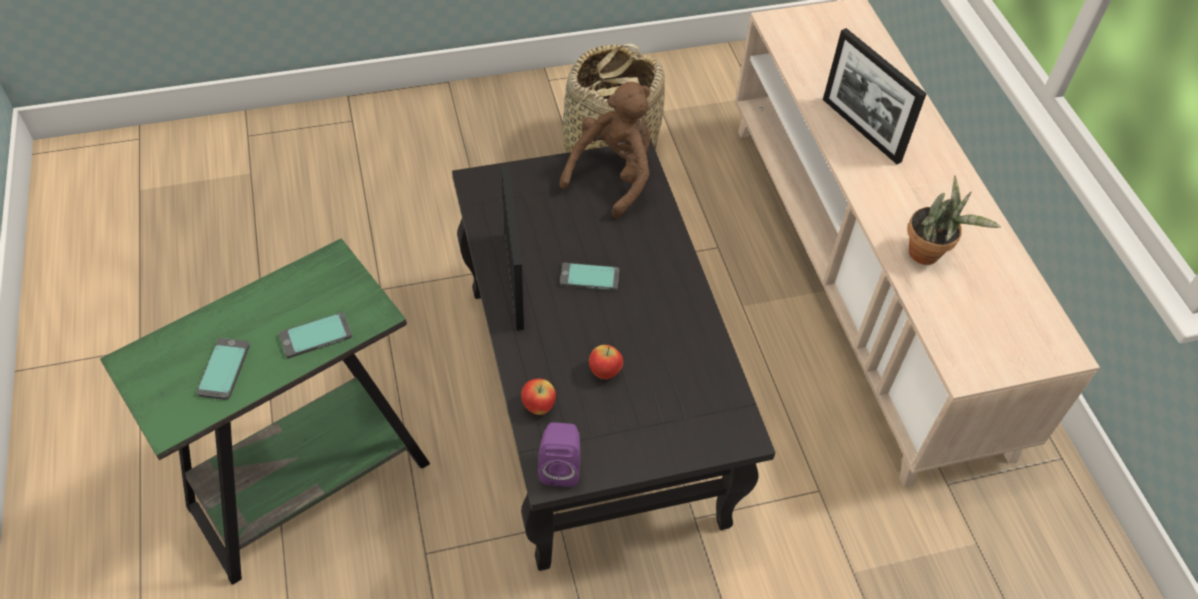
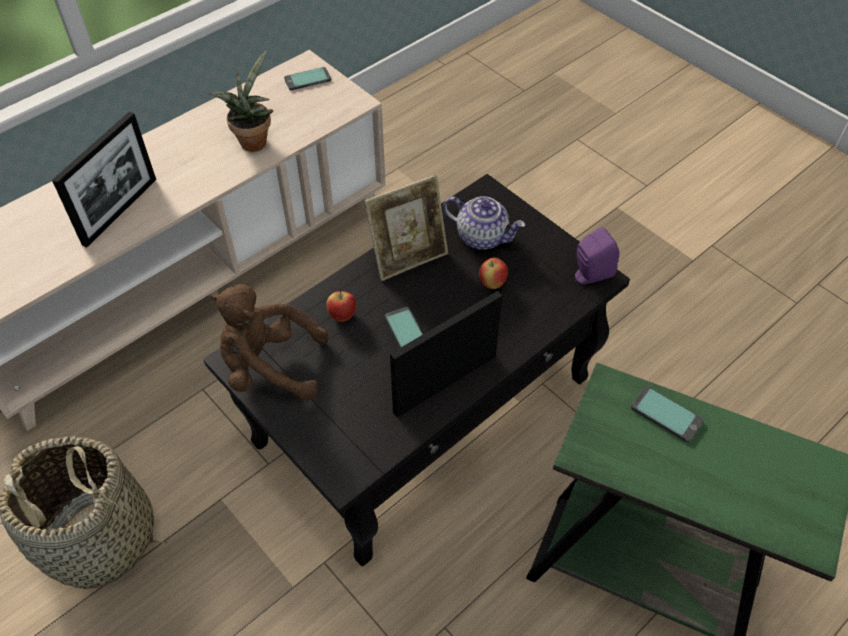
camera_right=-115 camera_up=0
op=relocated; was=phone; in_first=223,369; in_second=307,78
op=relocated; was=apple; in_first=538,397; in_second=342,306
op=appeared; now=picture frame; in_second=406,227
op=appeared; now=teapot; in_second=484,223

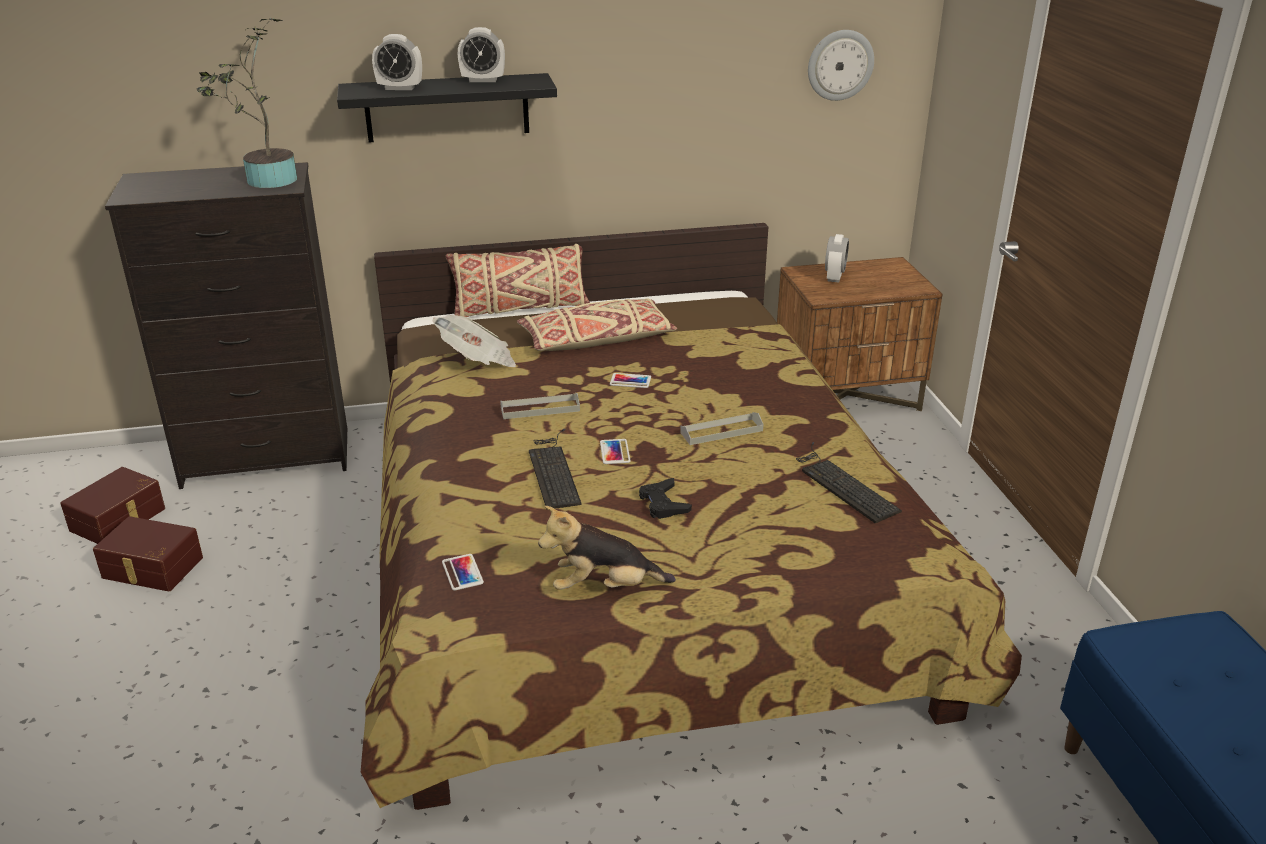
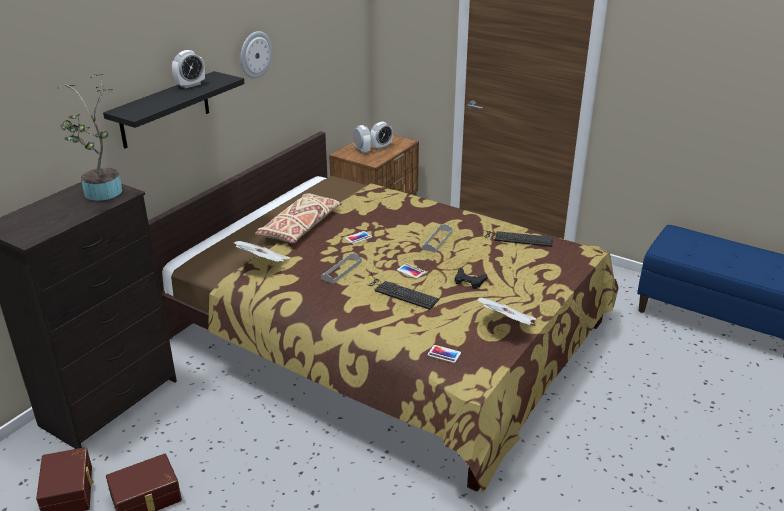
camera_right=-45 camera_up=0
op=relocated; was=alarm clock; in_first=397,62; in_second=382,136
op=missing; was=beige pillow; in_first=518,280
op=exchanged; was=plush toy; now=newspaper; in_first=607,548; in_second=507,311
op=relocated; was=wall clock; in_first=841,65; in_second=256,55

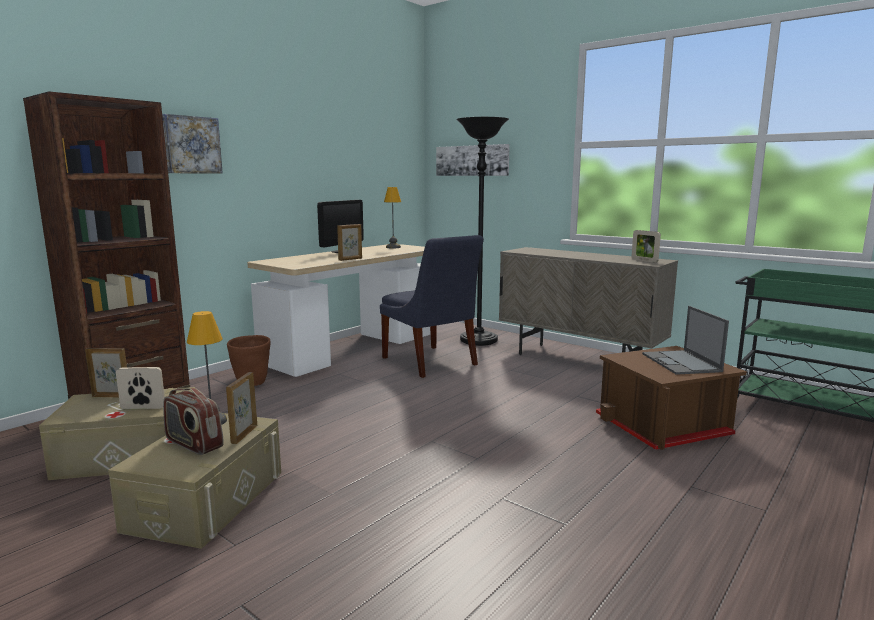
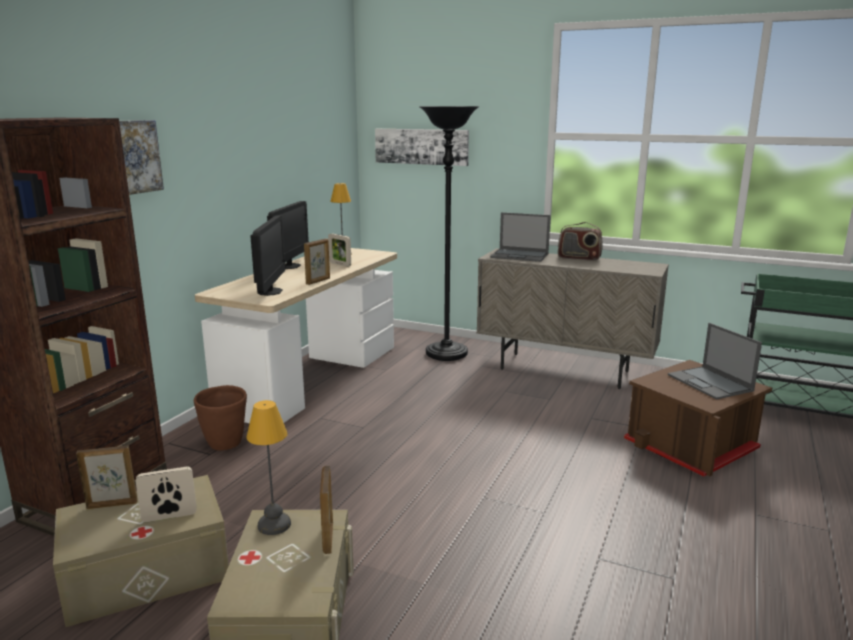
camera_right=-15 camera_up=5
op=relocated; was=radio; in_first=193,421; in_second=580,241
op=missing; was=blue chair; in_first=432,306
op=relocated; was=picture frame; in_first=646,246; in_second=339,250
op=appeared; now=monitor; in_second=267,256
op=appeared; now=laptop; in_second=520,237

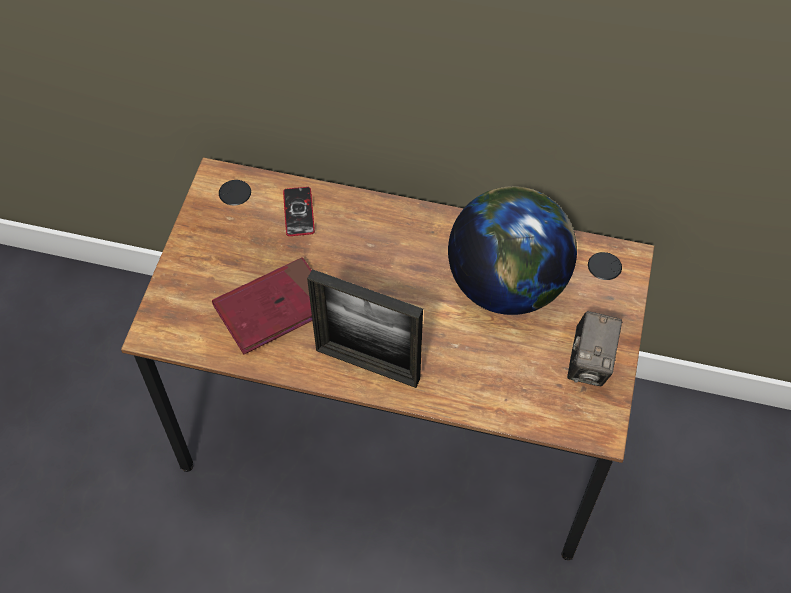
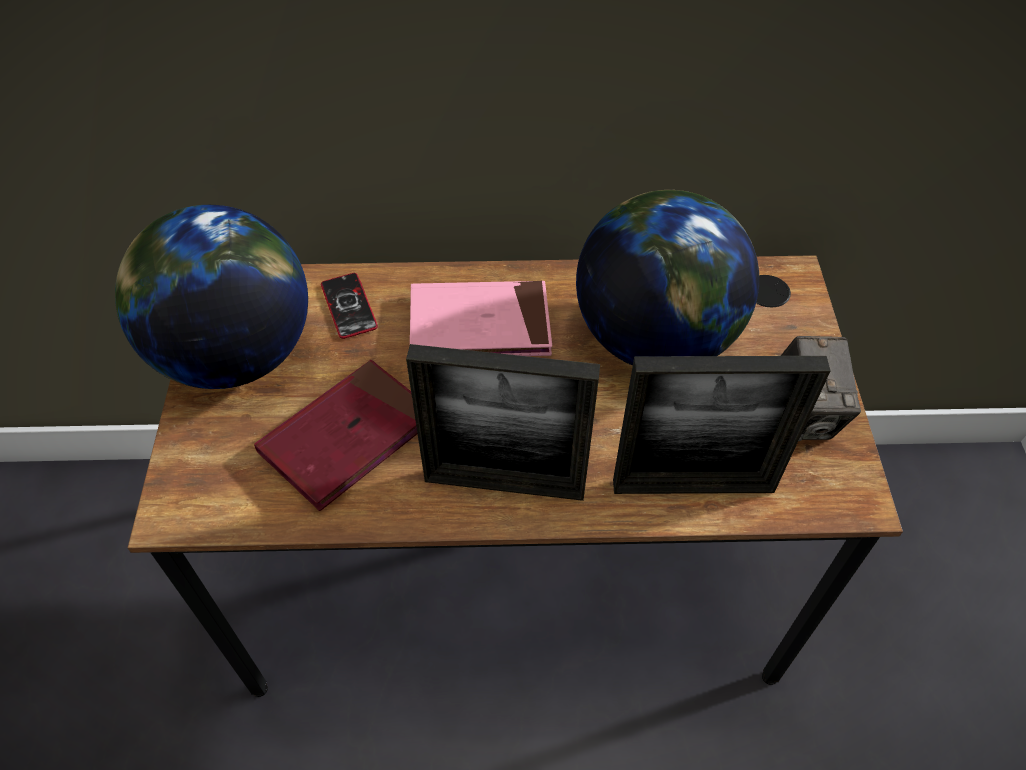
camera_right=-15 camera_up=-5
op=appeared; now=globe; in_second=211,297
op=appeared; now=pink book; in_second=481,318
op=appeared; now=picture frame; in_second=722,425

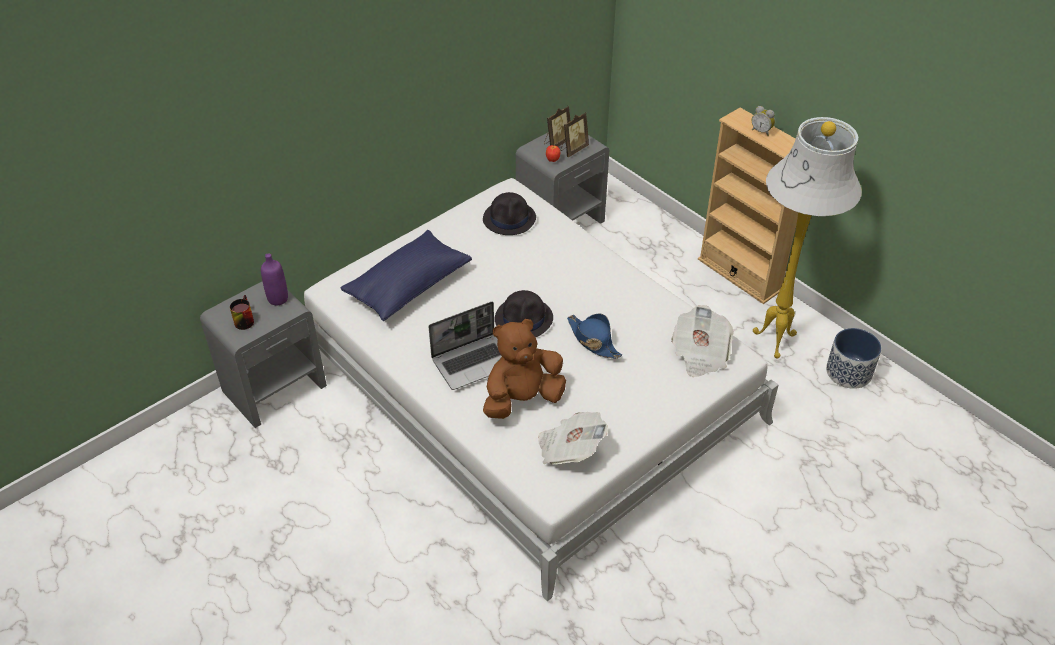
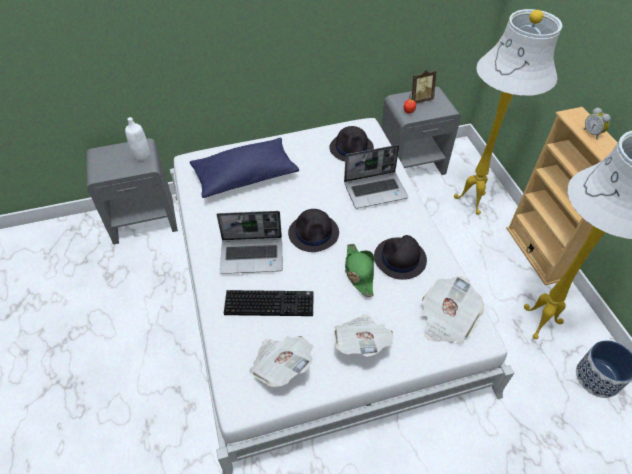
camera_right=25 camera_up=5
op=missing; was=mug; in_first=242,312
op=colour; was=purple bottle; now=white bottle; in_first=274,279; in_second=137,139
op=exchanged; was=brown plush toy; now=keyboard; in_first=524,369; in_second=269,303
op=missing; was=picture frame; in_first=575,134
op=colour; was=blue hat; now=green hat; in_first=594,336; in_second=359,270
op=appeared; now=newspaper; in_second=364,336
op=appeared; now=laptop; in_second=376,176
op=appeared; now=black hat; in_second=400,257
op=appeared; now=white floor lamp; in_second=508,112

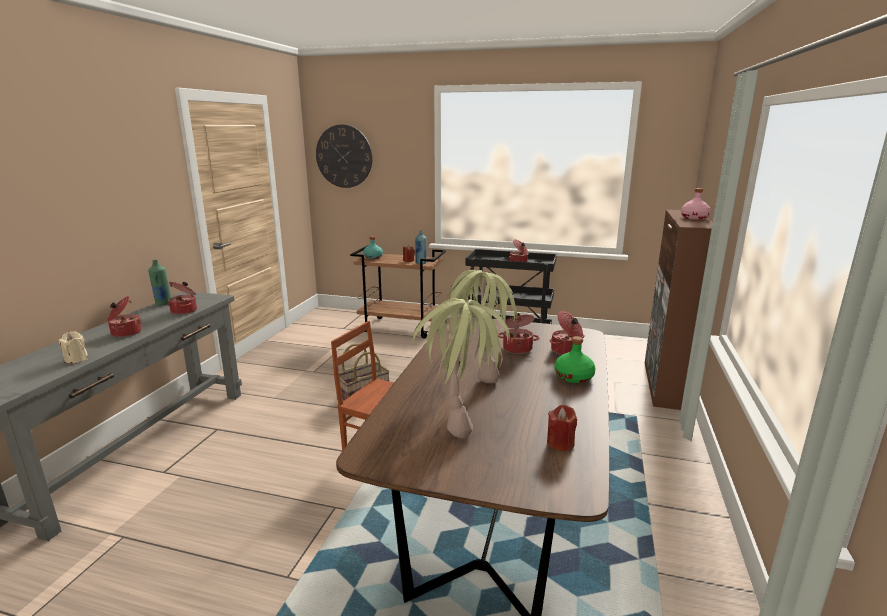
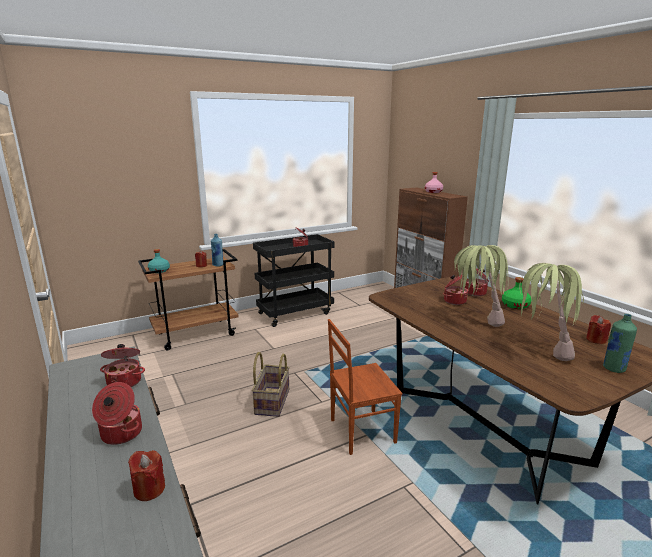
camera_right=-45 camera_up=0
op=colour; was=beige candle; now=red candle; in_first=73,347; in_second=146,475
op=relocated; was=green bottle; in_first=159,283; in_second=620,343
op=missing; was=wall clock; in_first=344,156

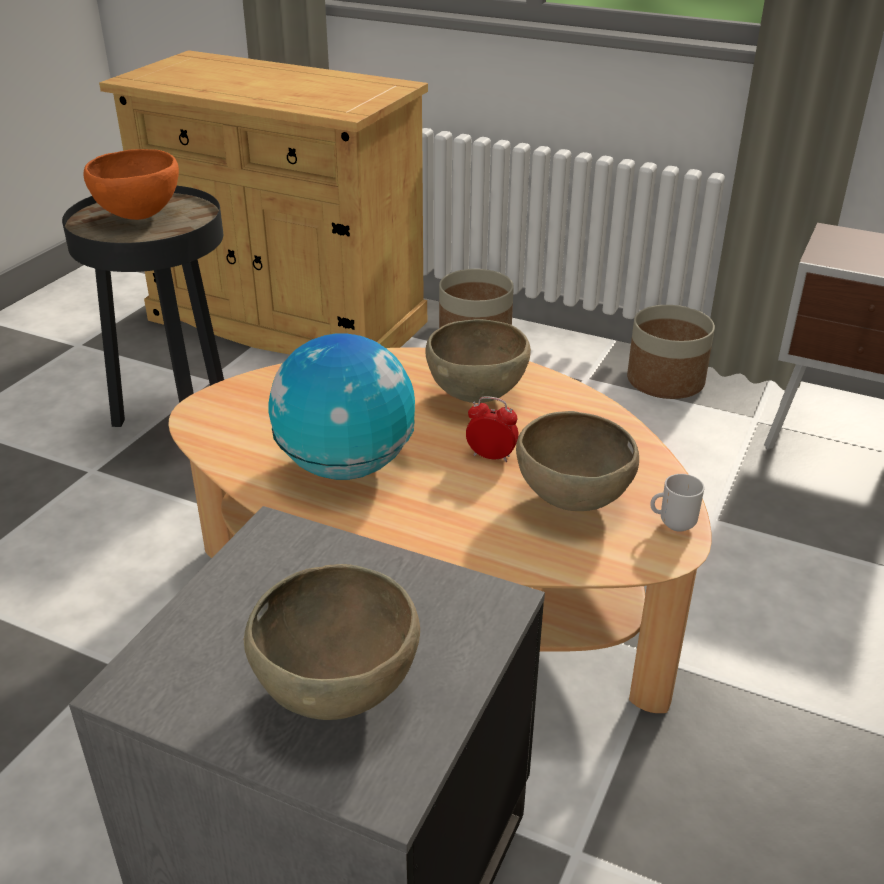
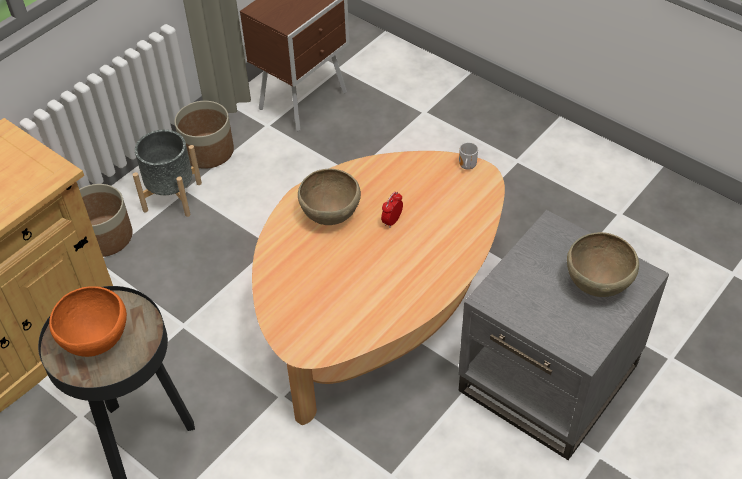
camera_right=-75 camera_up=15
op=missing; was=globe; in_first=341,406
op=missing; was=brown bowl; in_first=577,461
op=appeared; now=grey planter; in_second=167,173

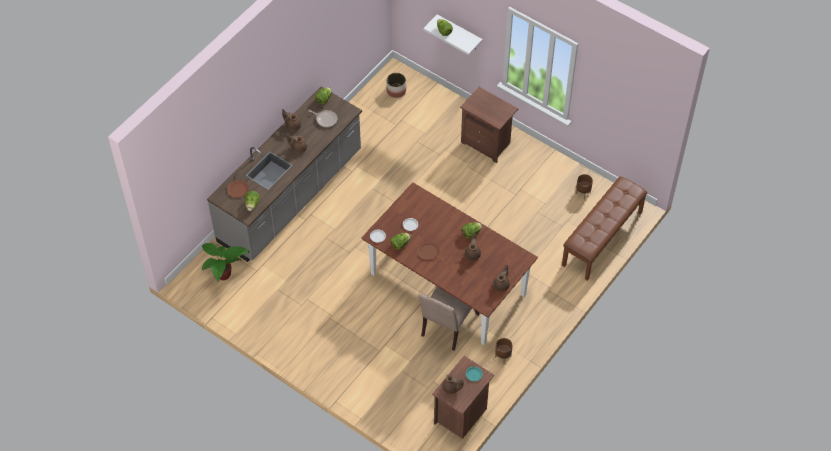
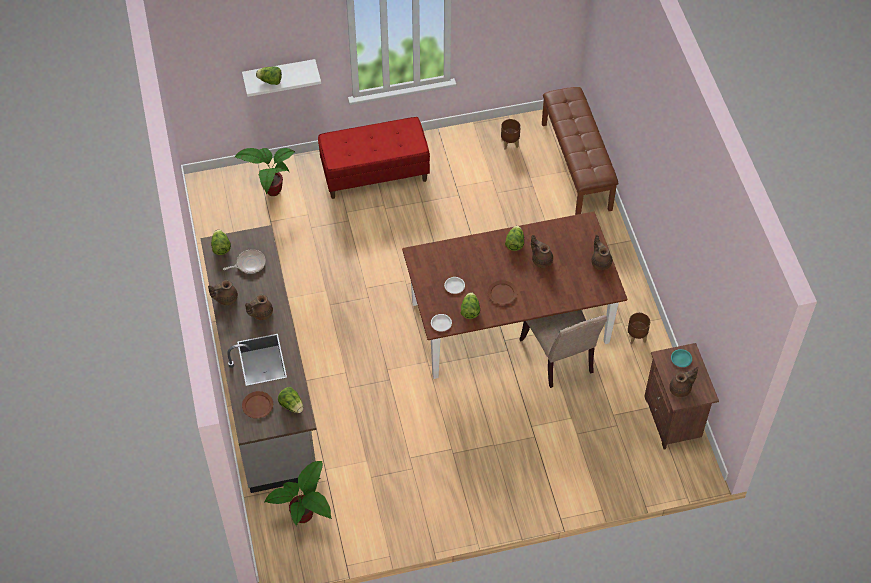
camera_right=-50 camera_up=0
op=missing; was=planter; in_first=396,85
op=exchanged; was=brown nightstand; now=red bench; in_first=489,125; in_second=374,158
op=appeared; now=potted plant; in_second=265,172

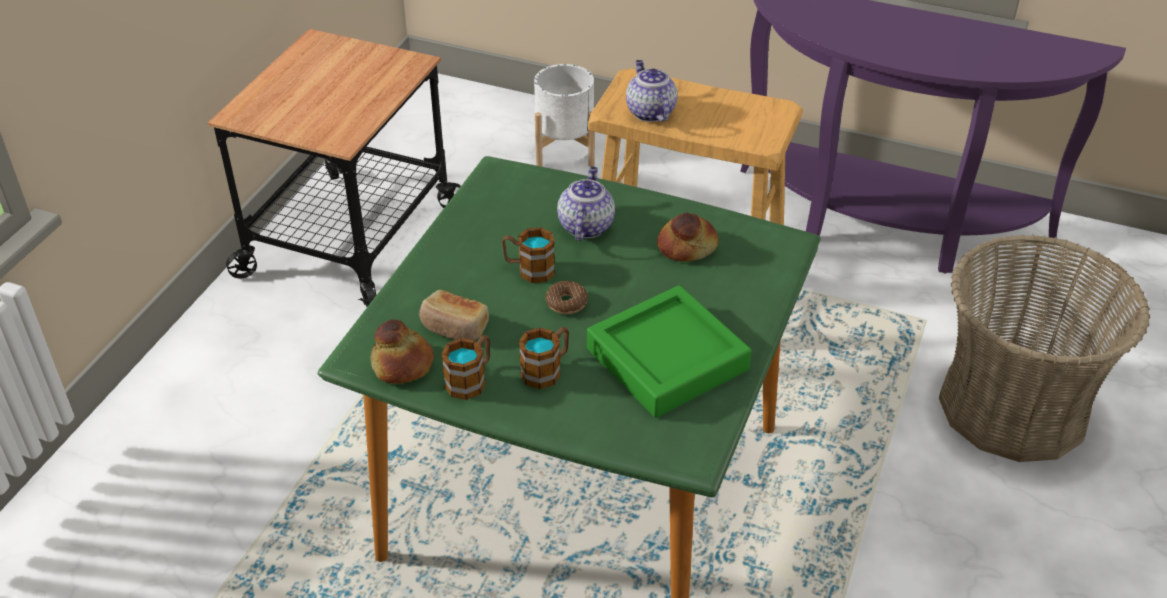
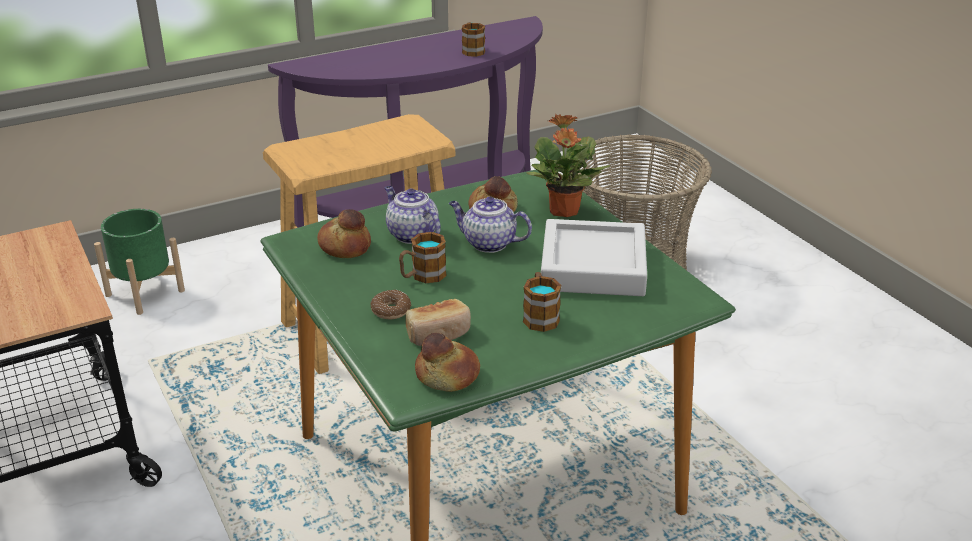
camera_right=-50 camera_up=-10
op=relocated; was=mug; in_first=465,367; in_second=473,39
op=colour; was=white planter; now=green planter; in_first=564,115; in_second=139,262
op=relocated; was=donut; in_first=567,297; in_second=390,304
op=colour; was=green tray; now=grey tray; in_first=669,351; in_second=594,257
op=relocated; was=teapot; in_first=651,91; in_second=490,225
op=appeared; now=bread; in_second=344,233
op=appeared; now=potted plant; in_second=568,165

